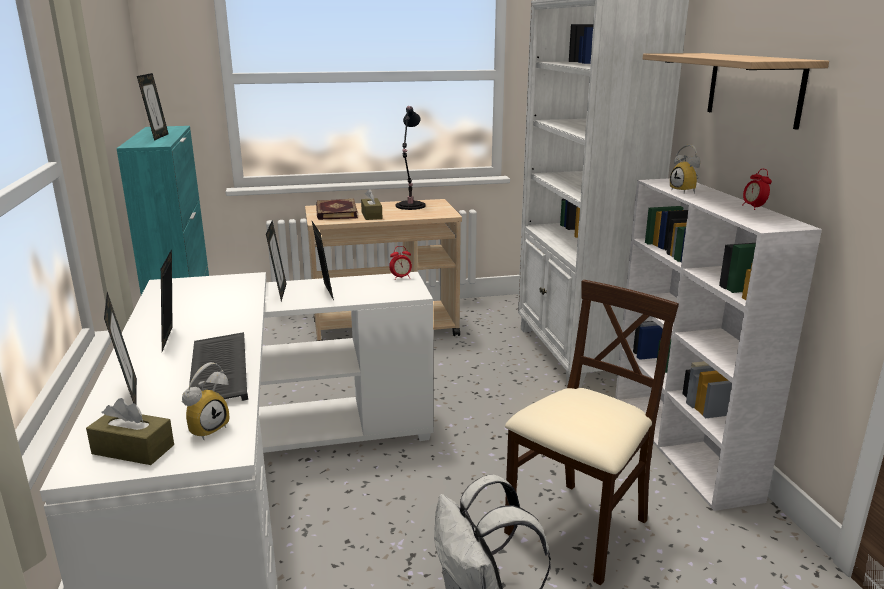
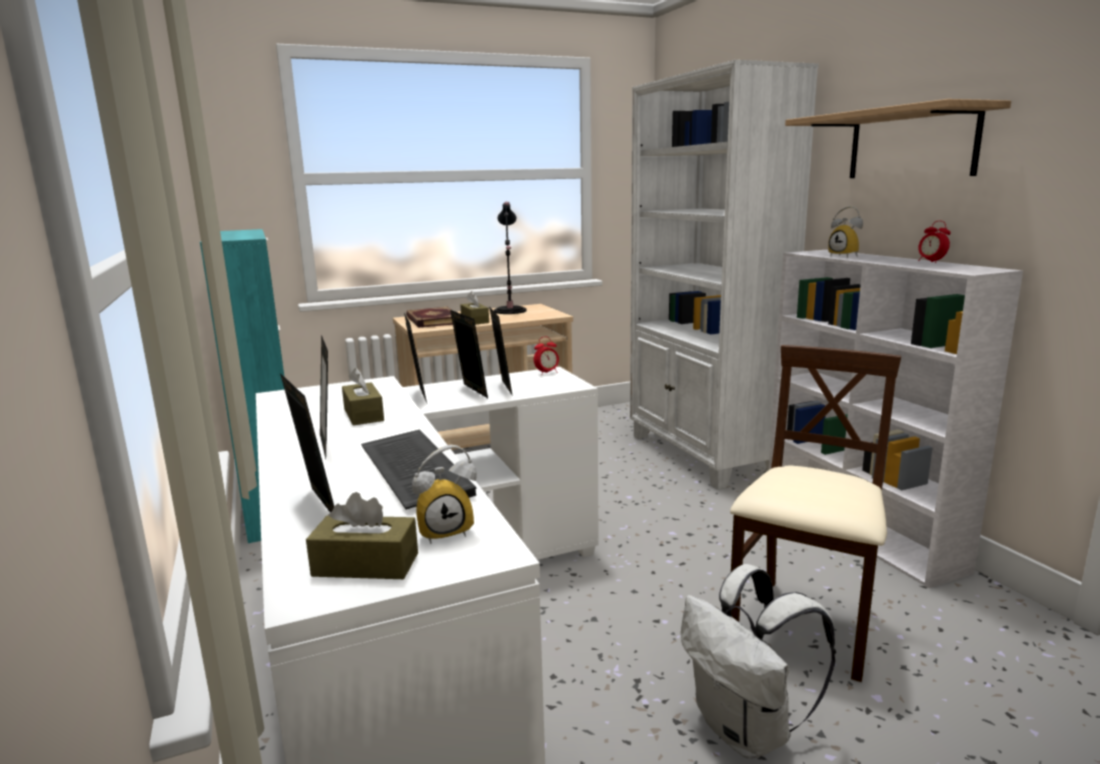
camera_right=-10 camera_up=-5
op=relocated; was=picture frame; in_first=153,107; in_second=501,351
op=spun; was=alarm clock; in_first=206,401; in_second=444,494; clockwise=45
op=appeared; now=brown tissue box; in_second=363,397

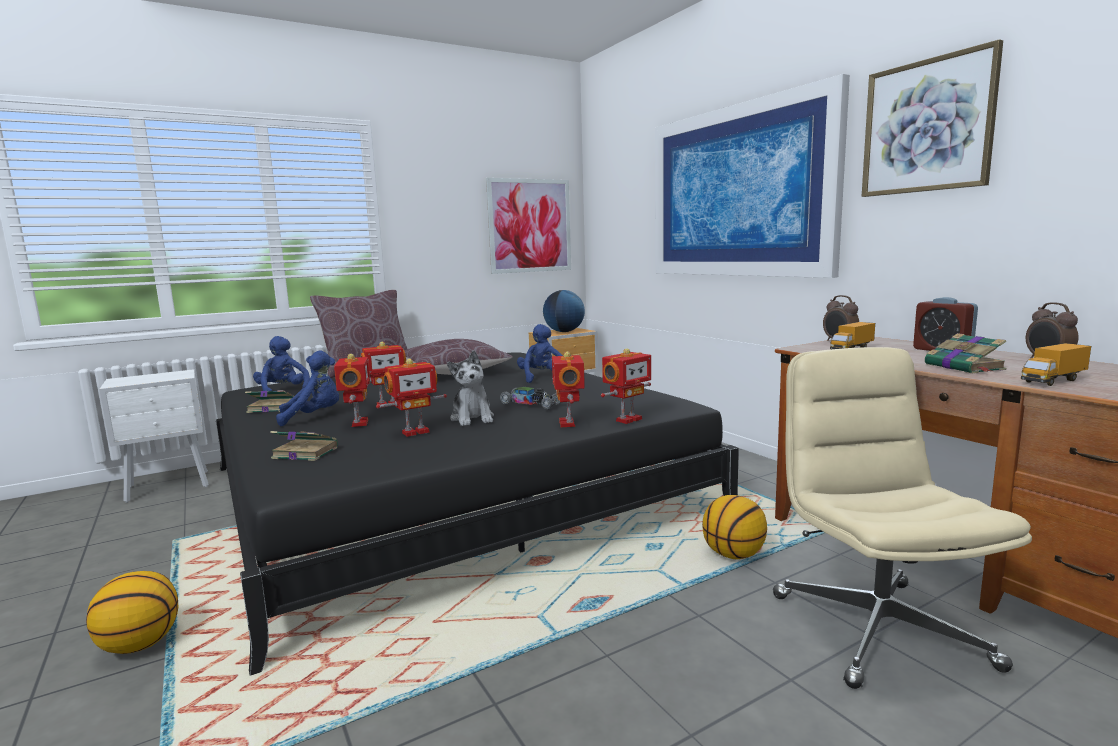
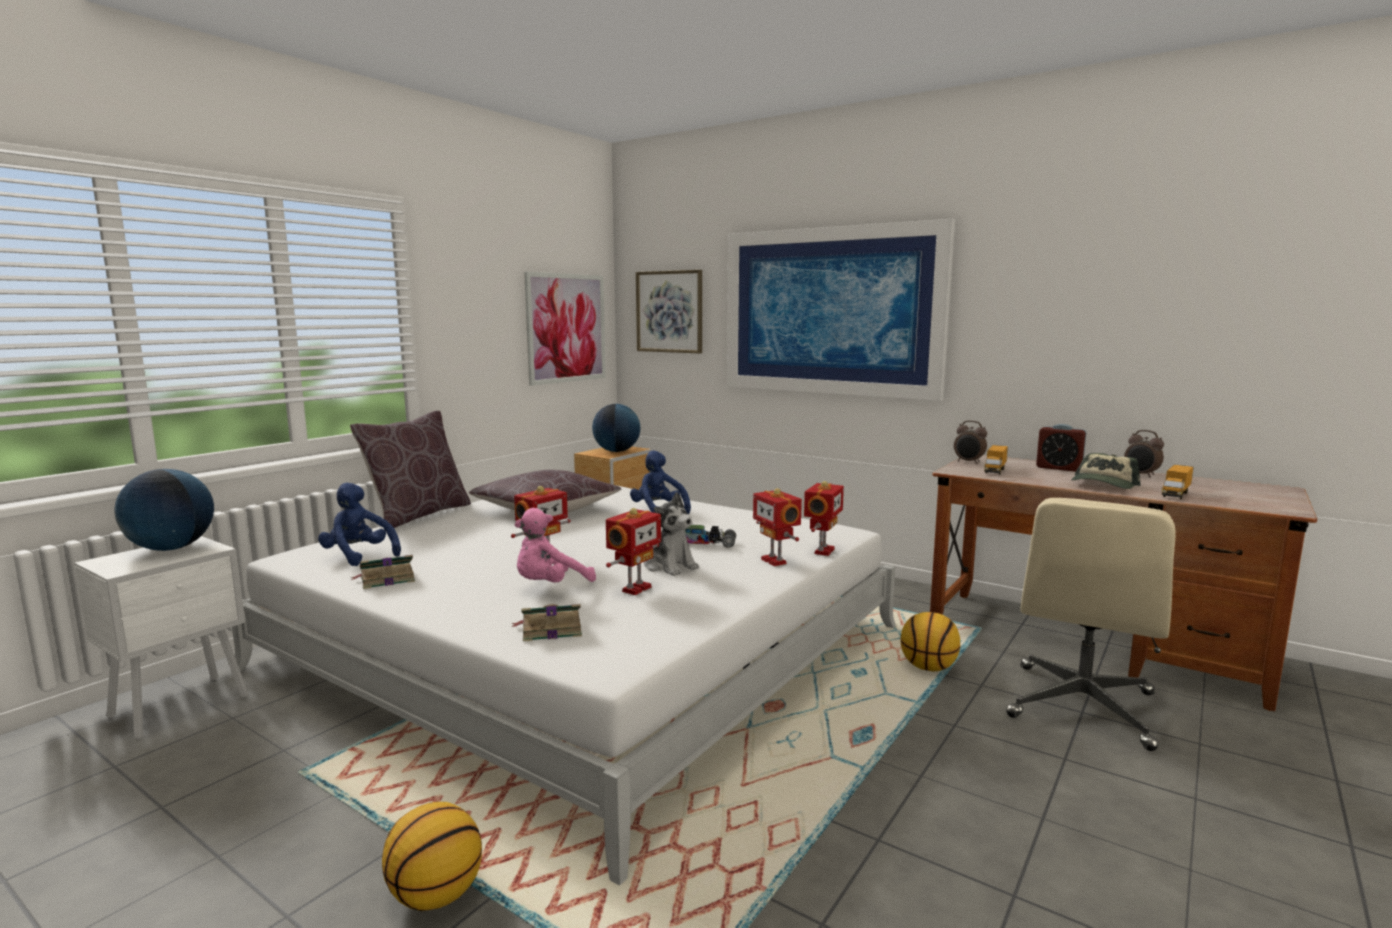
camera_right=-25 camera_up=0
op=colour; was=black bed; now=white bed; in_first=477,514; in_second=564,685
op=missing; was=blue plush toy; in_first=307,388
op=exchanged; was=toy robot; now=pink plush toy; in_first=352,390; in_second=555,545
op=spun; was=beige office chair; in_first=902,518; in_second=1091,624; clockwise=-120
op=relocated; was=picture; in_first=932,118; in_second=669,311
op=exchanged; was=book; now=cap; in_first=965,353; in_second=1106,471
op=appeared; now=globe; in_second=164,510

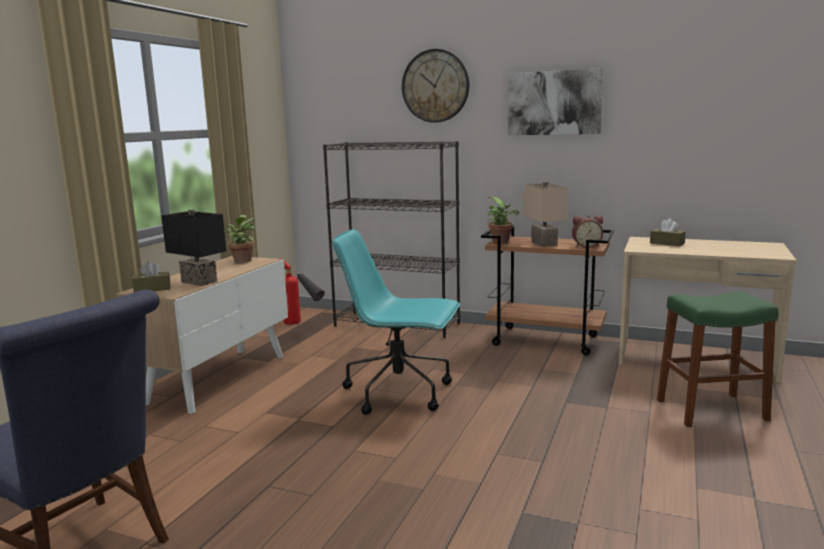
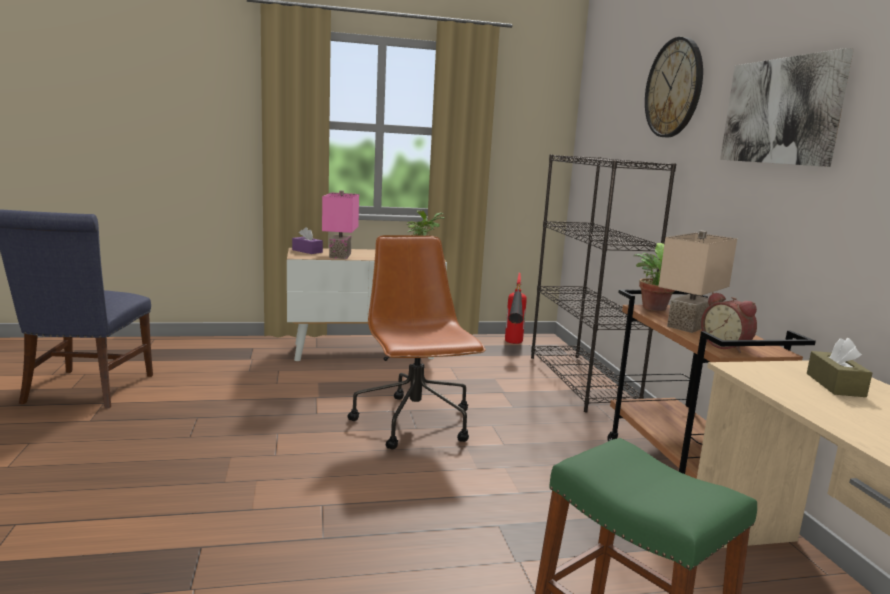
camera_right=55 camera_up=0
op=colour; was=brown tissue box; now=purple tissue box; in_first=151,276; in_second=307,240
op=colour; was=black table lamp; now=pink table lamp; in_first=193,247; in_second=340,224
op=colour; was=turquoise office chair; now=brown office chair; in_first=396,322; in_second=416,342

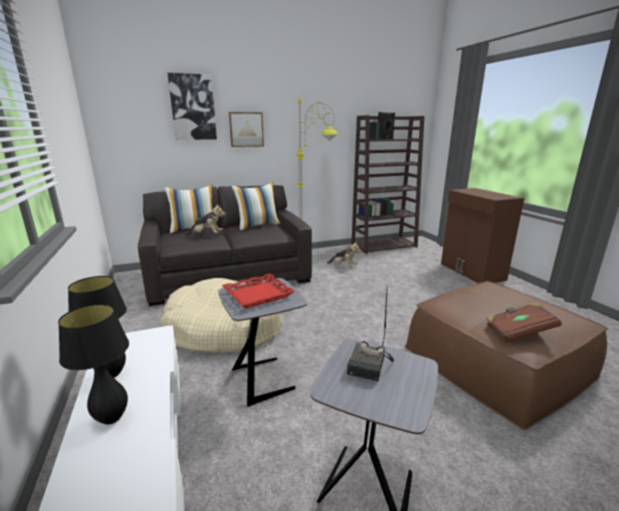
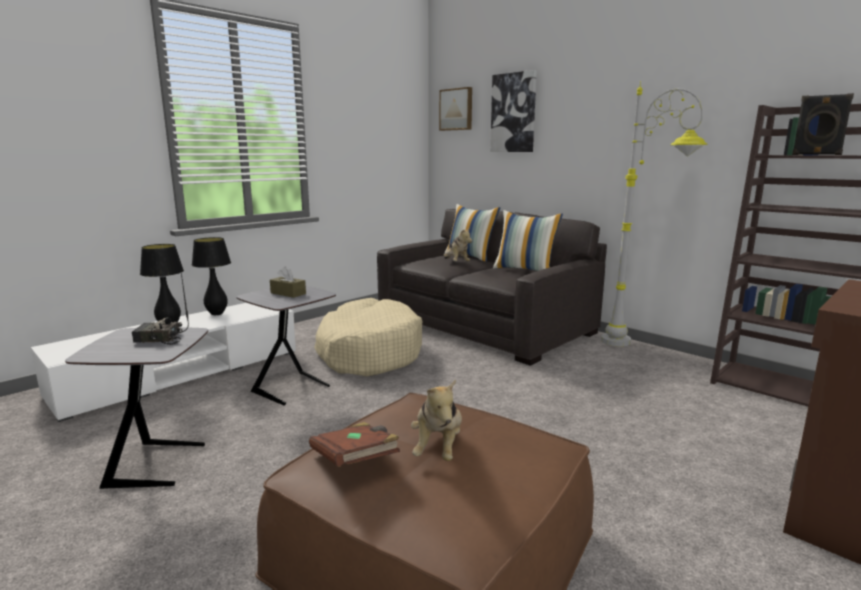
camera_right=65 camera_up=-5
op=exchanged; was=red tray; now=brown tissue box; in_first=258,291; in_second=288,282
op=relocated; was=picture; in_first=246,129; in_second=455,109
op=relocated; was=plush toy; in_first=344,254; in_second=436,420

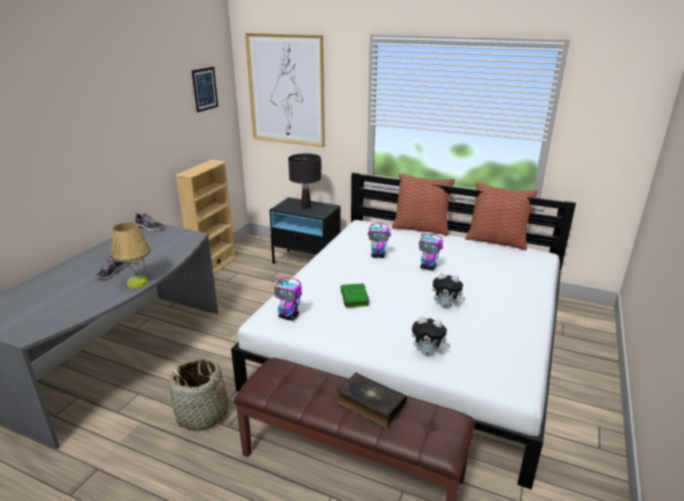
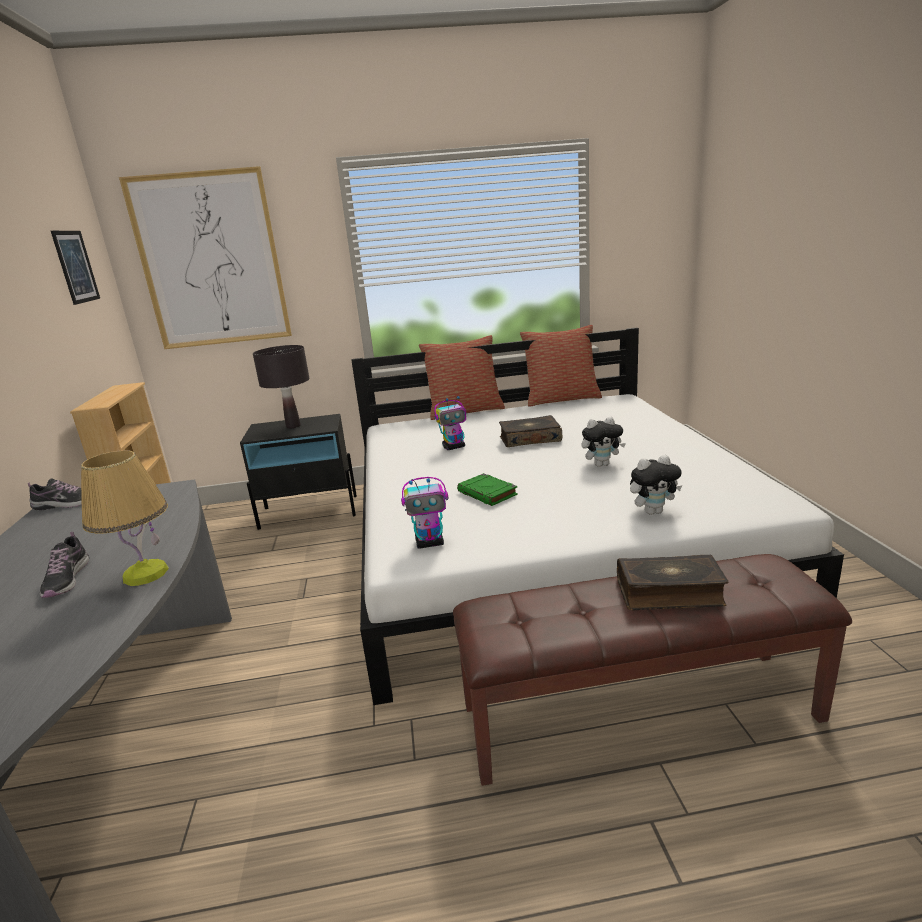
camera_right=-30 camera_up=-5
op=missing; was=basket; in_first=202,394
op=exchanged; was=toy robot; now=book; in_first=431,252; in_second=530,431

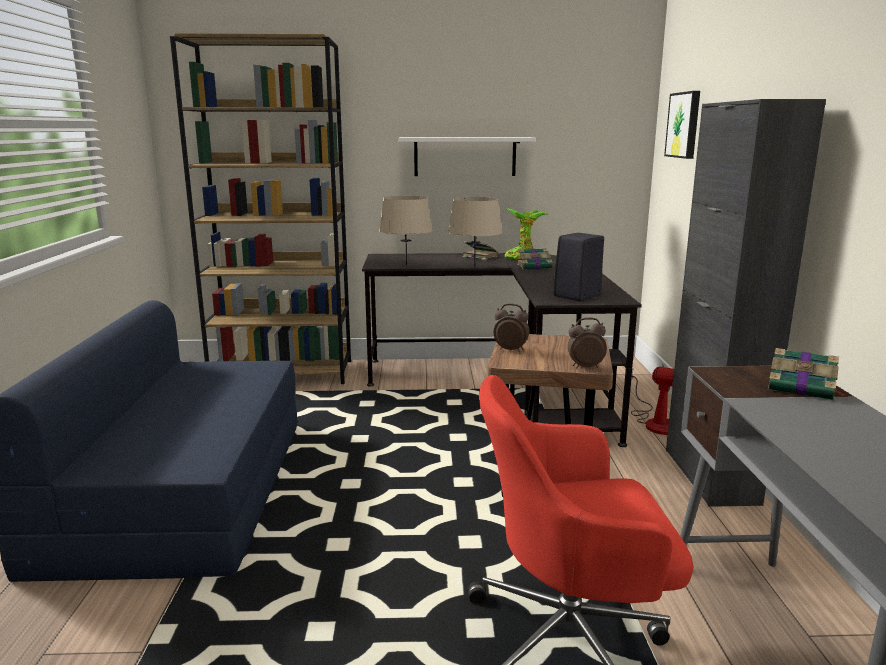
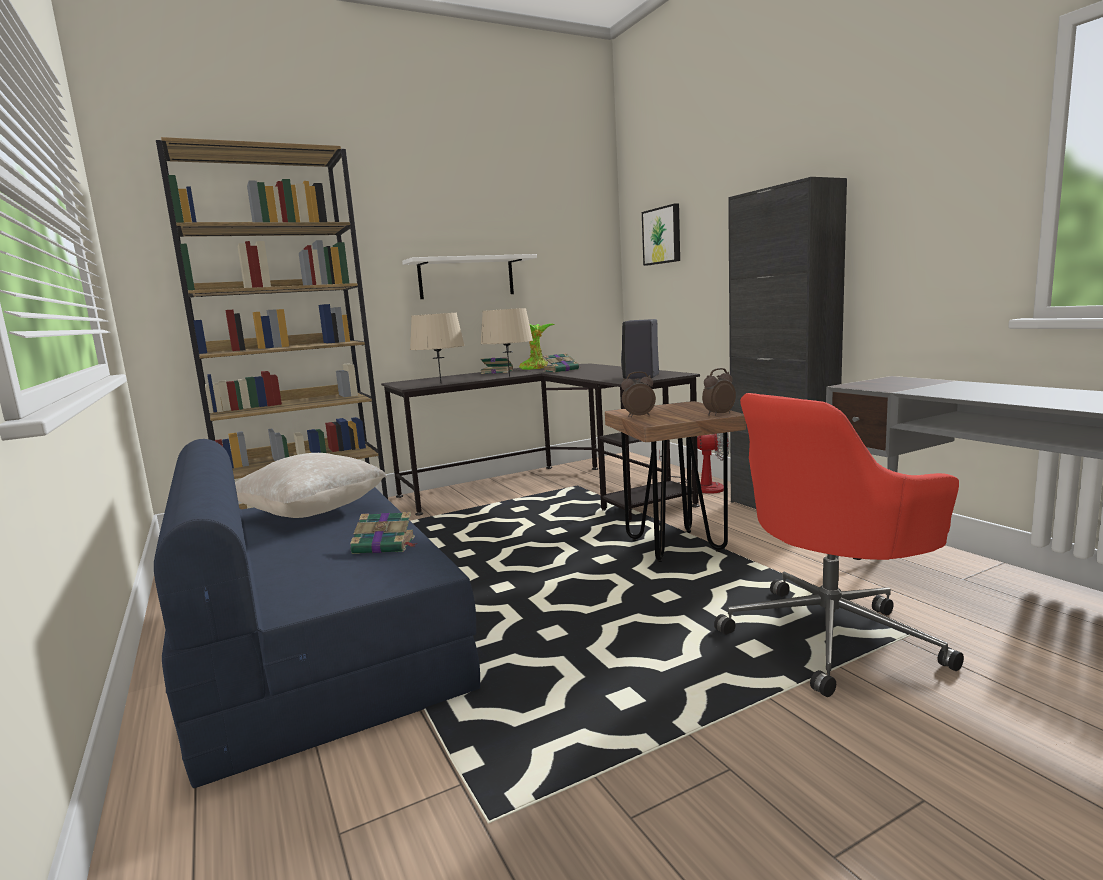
camera_right=-25 camera_up=-5
op=relocated; was=book; in_first=808,374; in_second=383,533
op=appeared; now=beige pillow; in_second=311,485

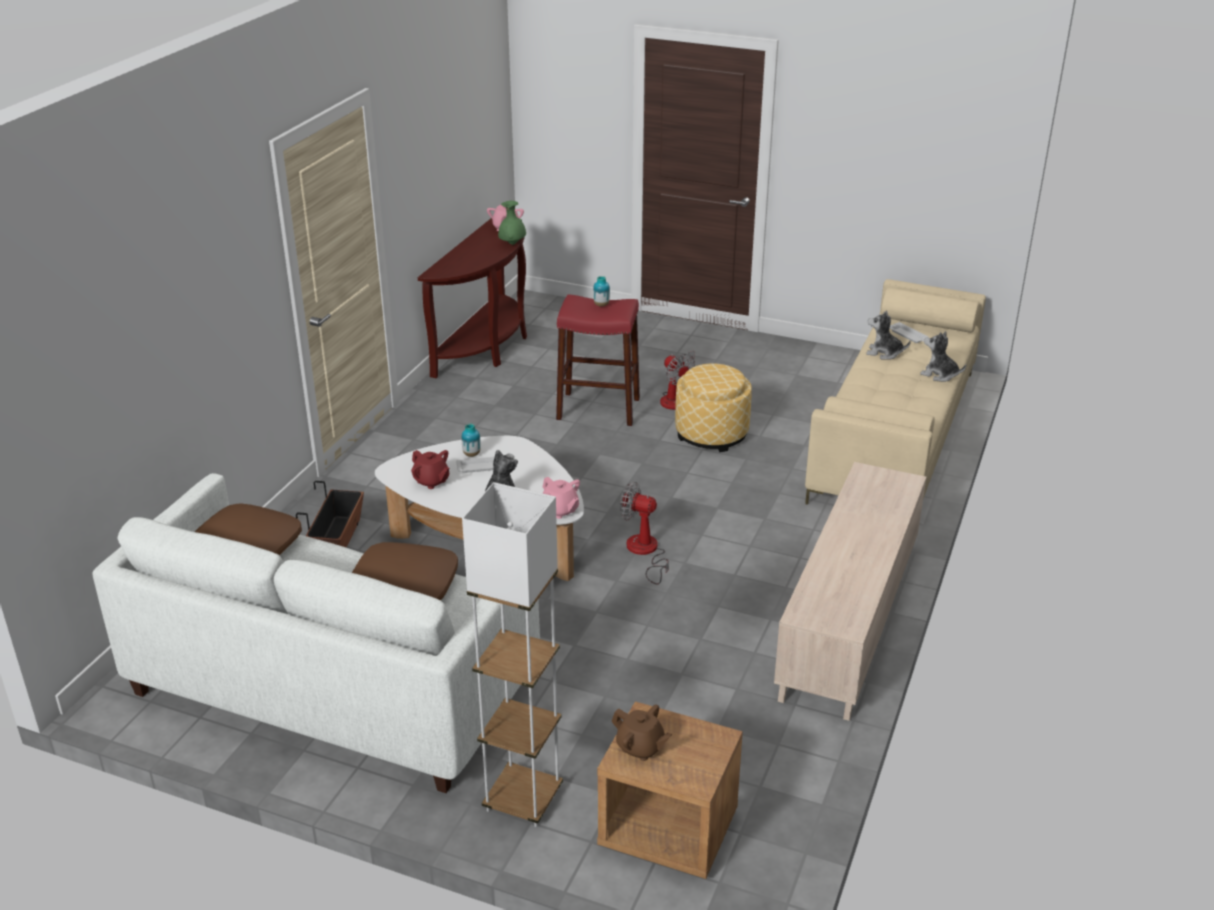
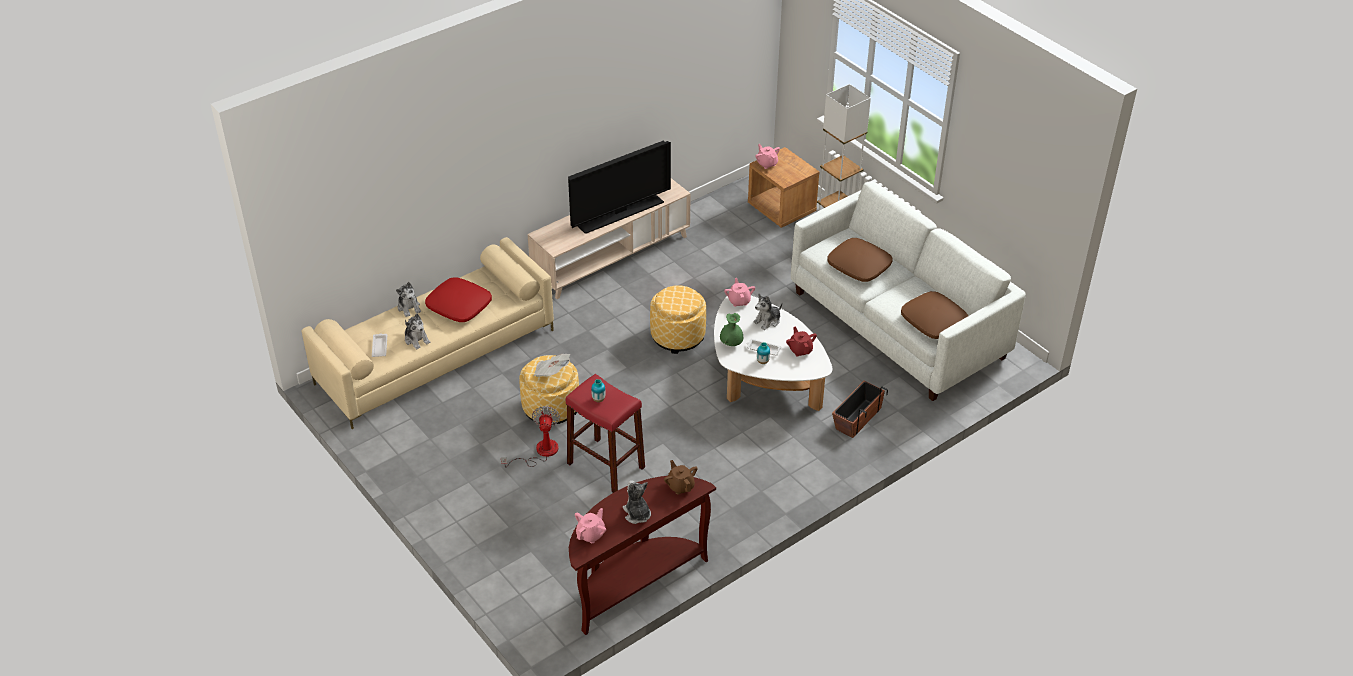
camera_right=-150 camera_up=10
op=relocated; was=green vase; in_first=512,223; in_second=731,329
op=relocated; was=brown teapot; in_first=641,733; in_second=681,477
op=exchanged; was=fan; now=ottoman; in_first=644,533; in_second=678,319
op=appeared; now=red pillow; in_second=458,299
op=appeared; now=newspaper; in_second=551,365
op=appeared; now=television; in_second=619,187
op=appeared; now=plush toy; in_second=637,502
op=appeared; now=pink teapot; in_second=767,156

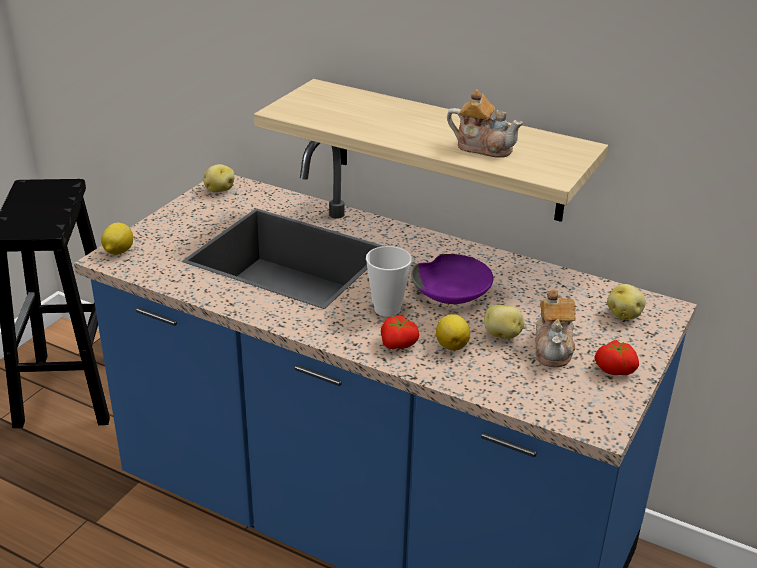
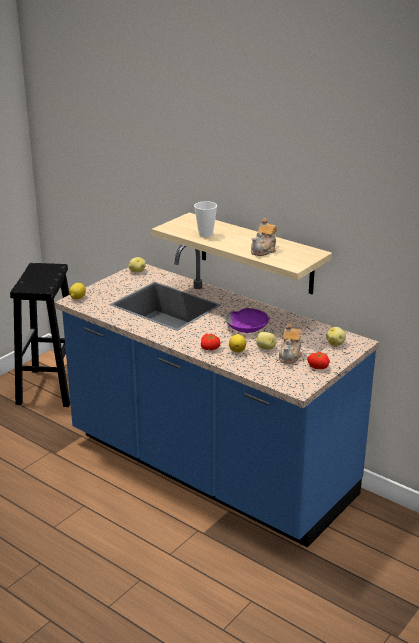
camera_right=10 camera_up=-5
op=relocated; was=cup; in_first=389,281; in_second=205,219
op=spun; was=teapot; in_first=485,123; in_second=264,237; clockwise=90

